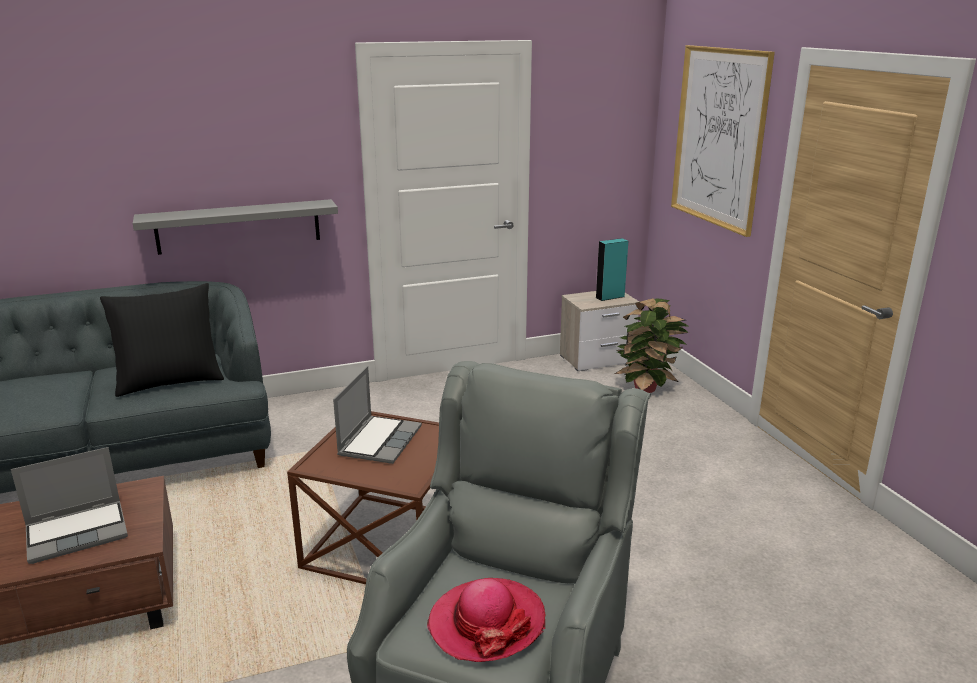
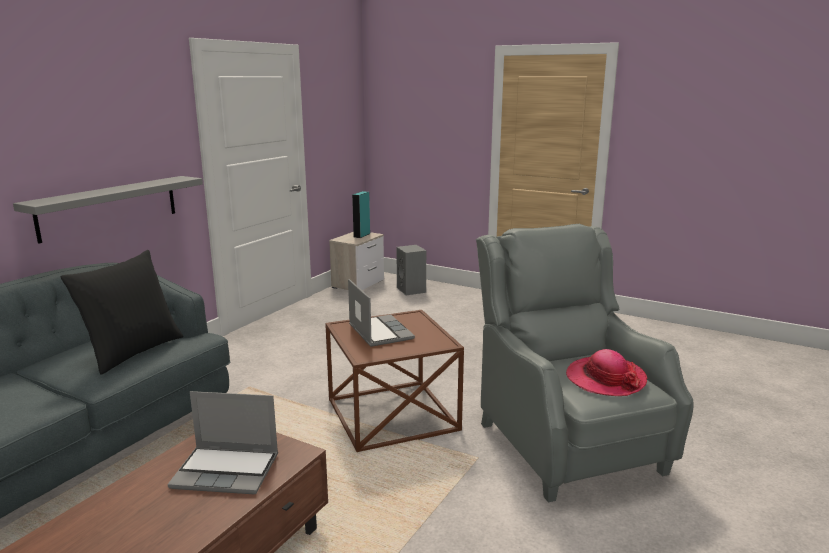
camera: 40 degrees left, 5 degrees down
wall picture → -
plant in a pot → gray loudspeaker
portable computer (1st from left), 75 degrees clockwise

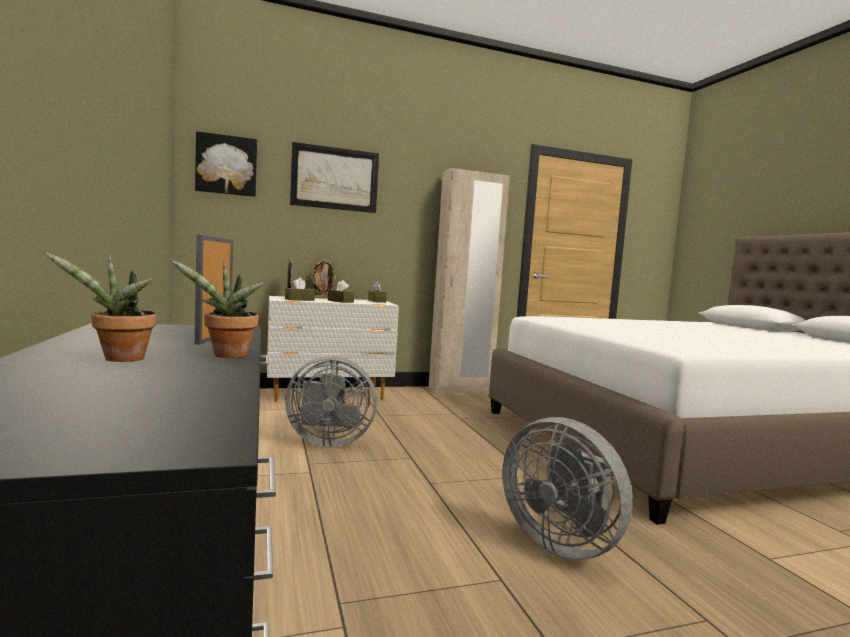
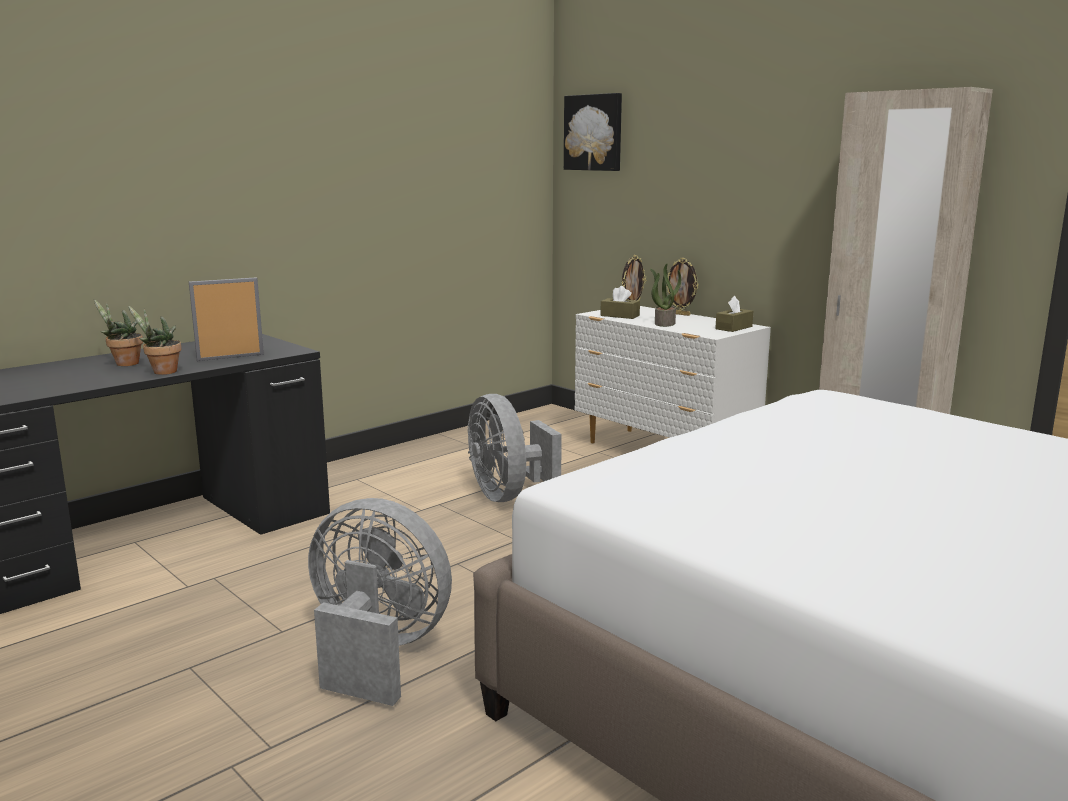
camera: 65 degrees right, 10 degrees up
wall picture (2nd from left) → -
brown-coloured box of tissues (2nd from left) → plant in a pot (3rd from left)
gray electric fan (2nd from left in the first image) → gray electric fan (1st from left), 90 degrees clockwise

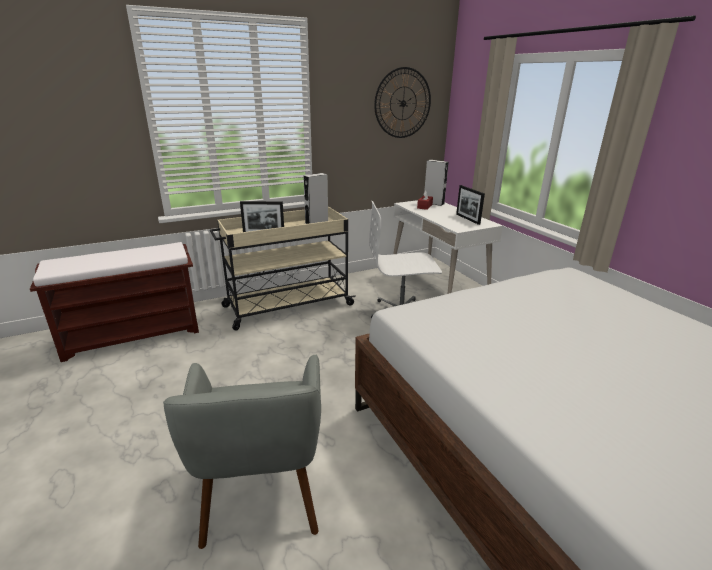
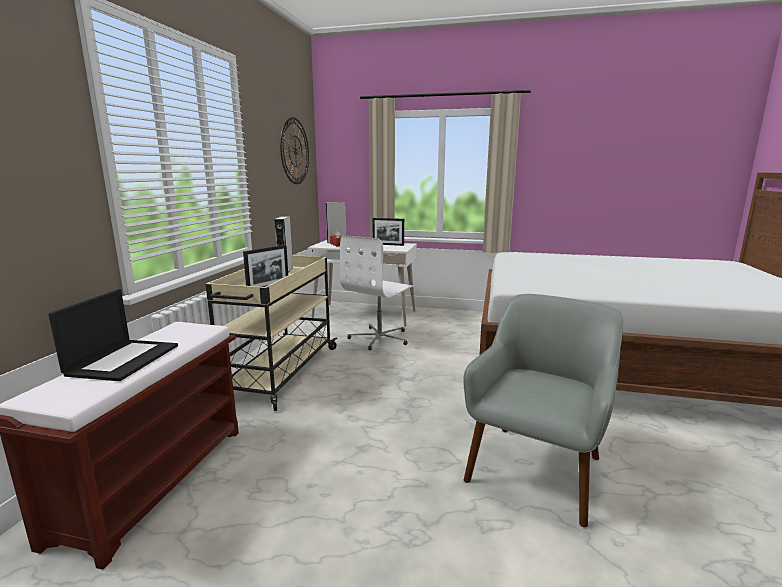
camera: 50 degrees left, 10 degrees down
- → portable computer
gray easy chair, 90 degrees counterclockwise

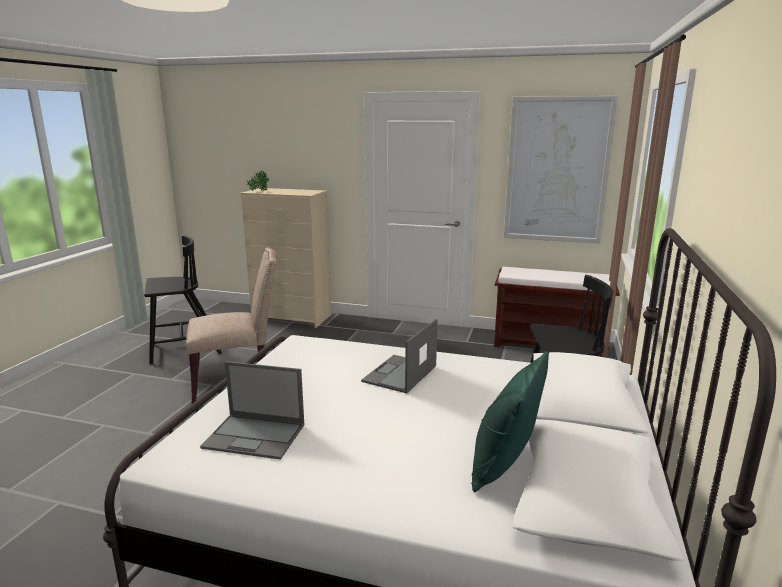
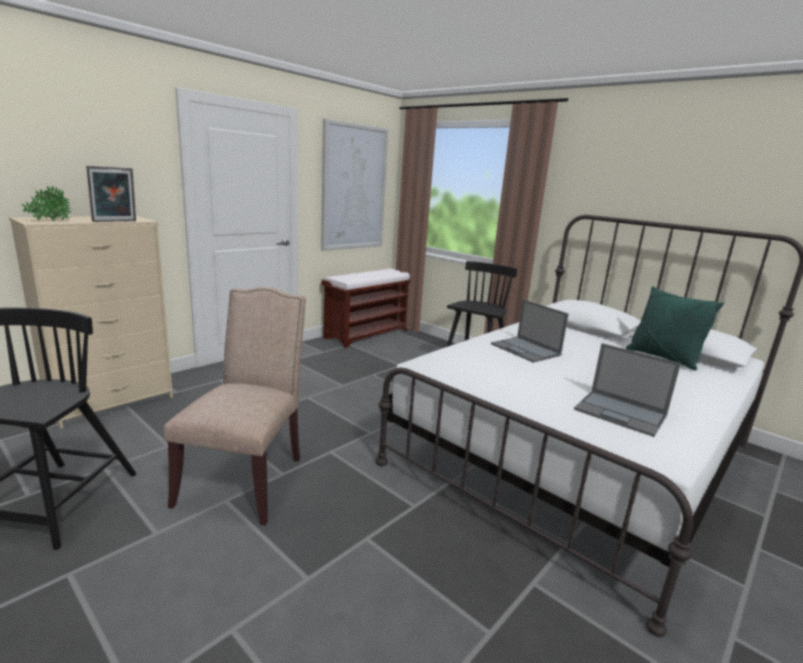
camera: 65 degrees left, 0 degrees up
- → standing frame
portable computer (1st from left in the first image) → portable computer (2nd from left), 90 degrees clockwise

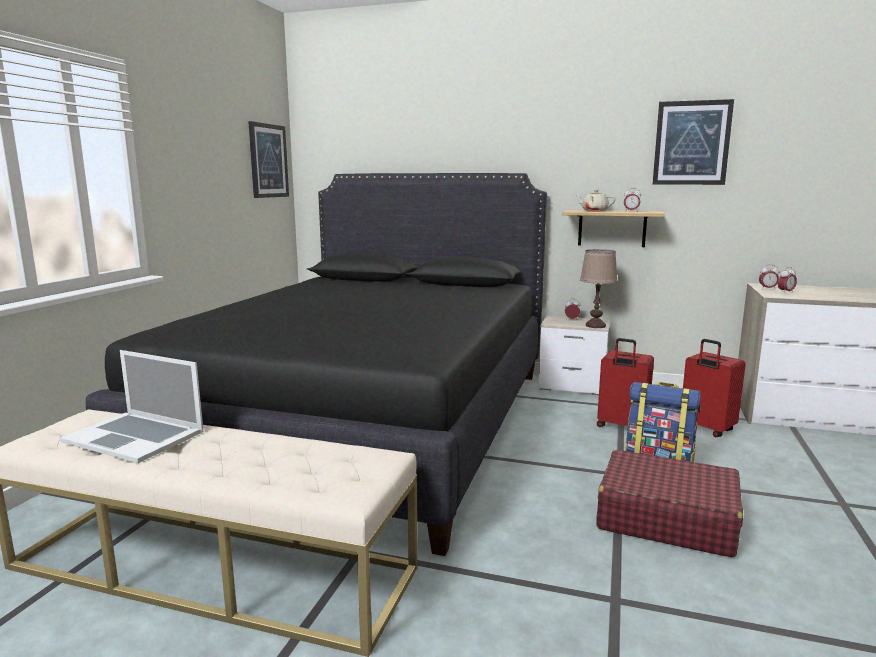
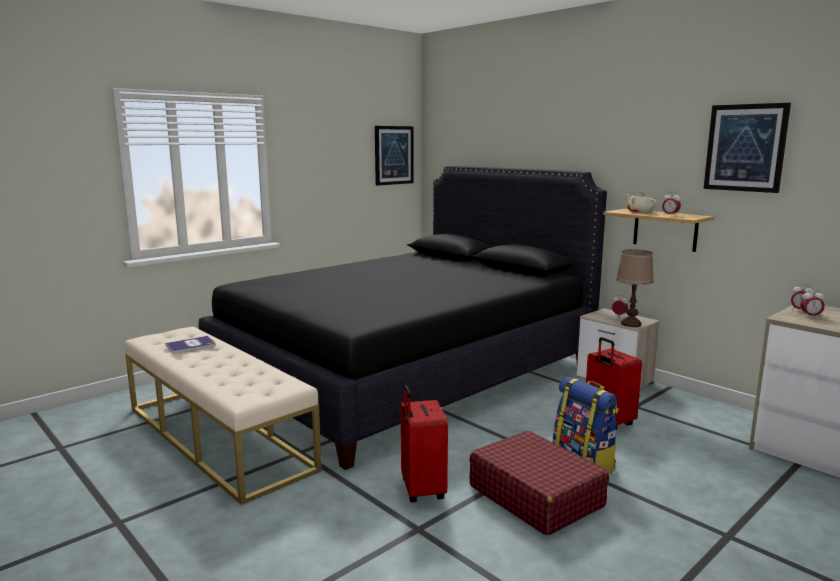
camera: 30 degrees right, 0 degrees up
red-coloured suitcase (3rd from left in the first image) → red-coloured suitcase (1st from left), move
portable computer → book

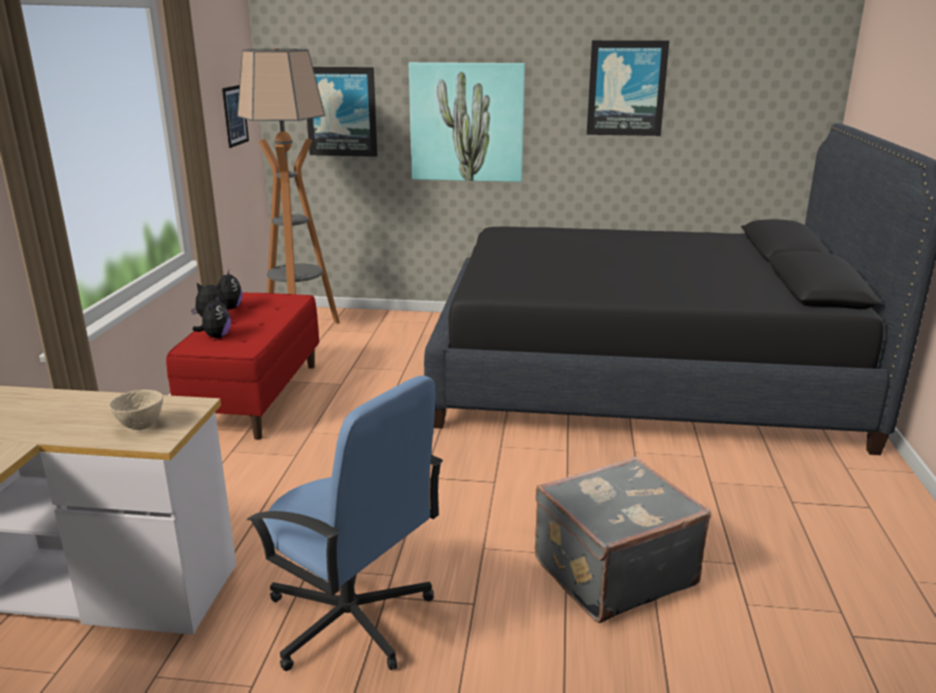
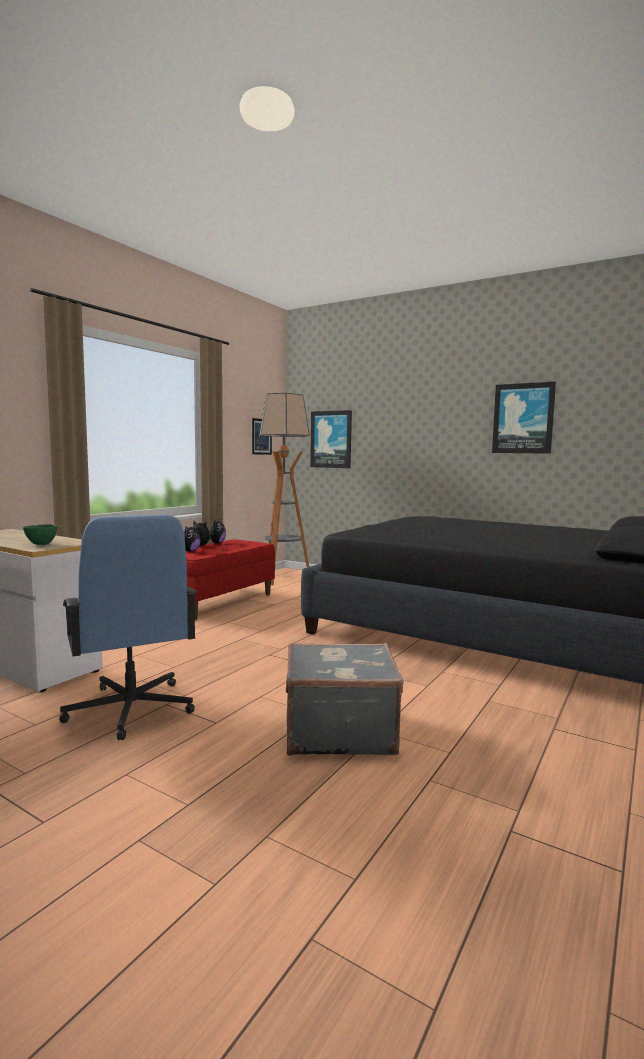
camera: 25 degrees right, 15 degrees down
wall picture (3rd from left) → -
sand-coloured serving bowl → greenish serving bowl

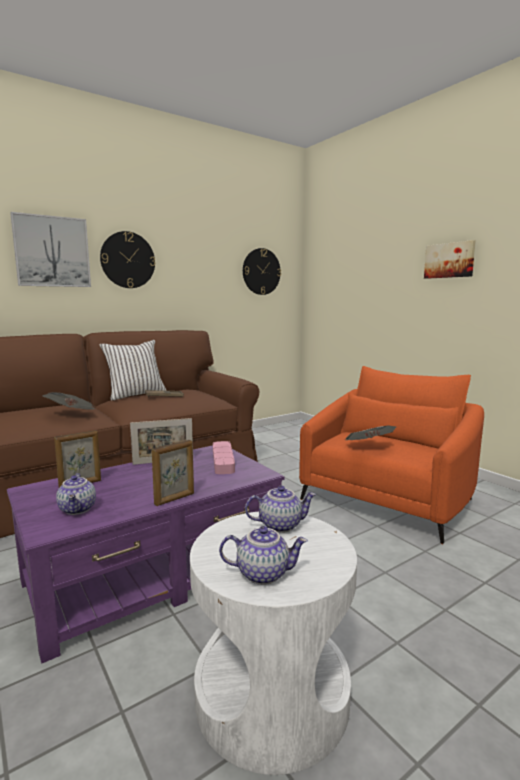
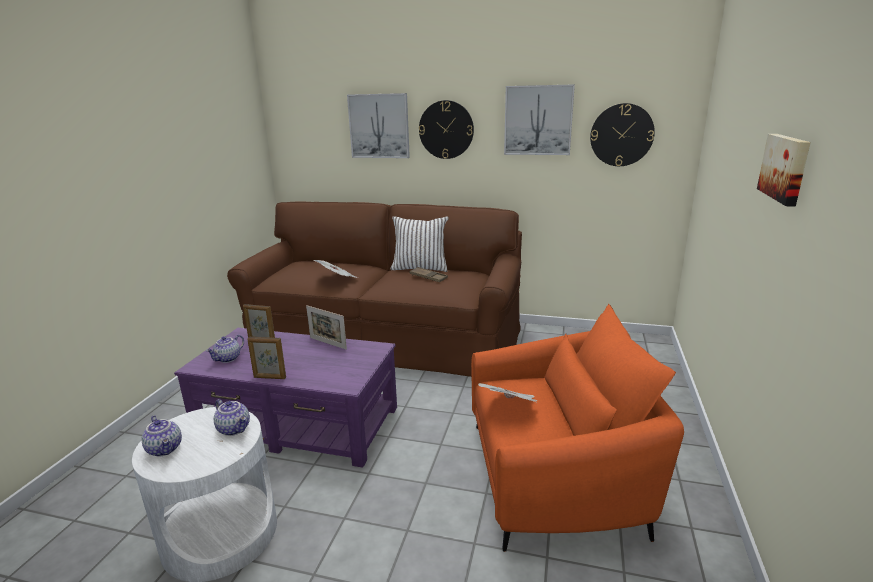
camera: 50 degrees right, 10 degrees up
pink tray → -
- → wall picture (2nd from left)

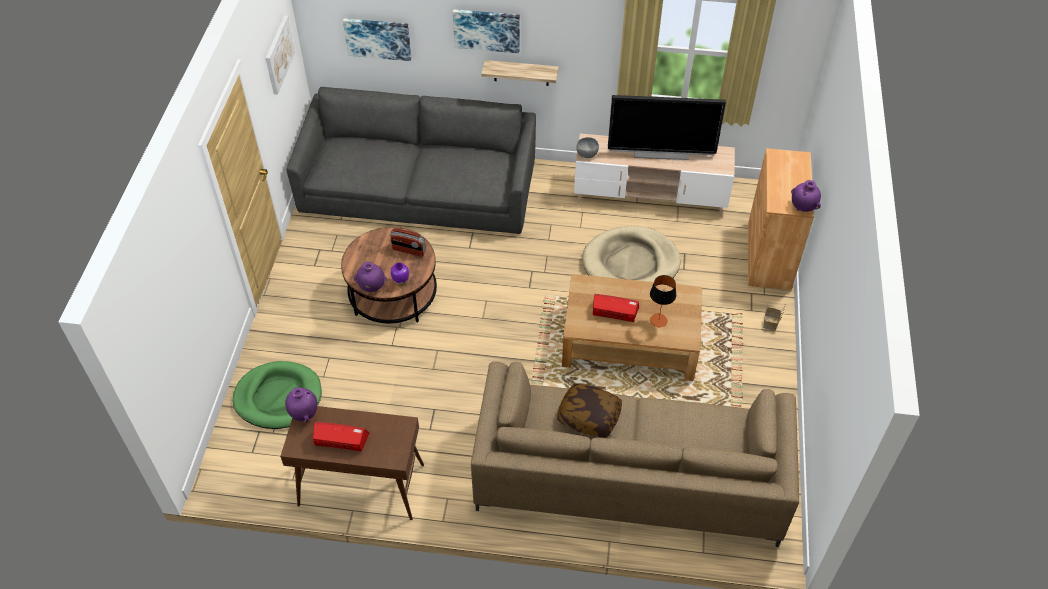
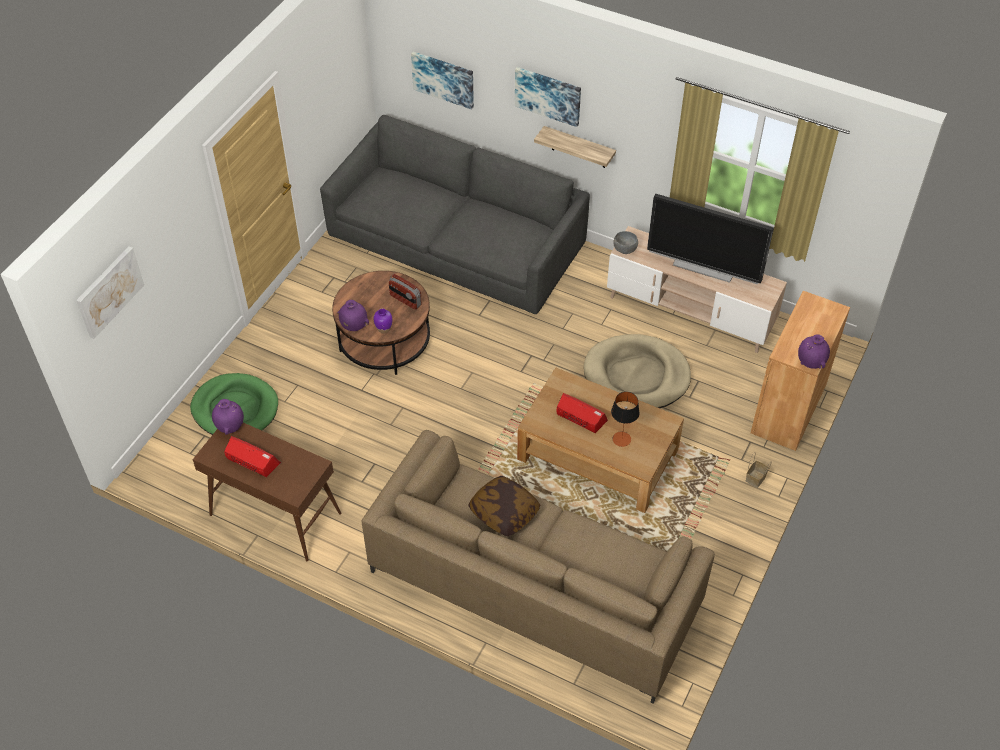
camera: 20 degrees right, 0 degrees up
wall picture (1st from left), move

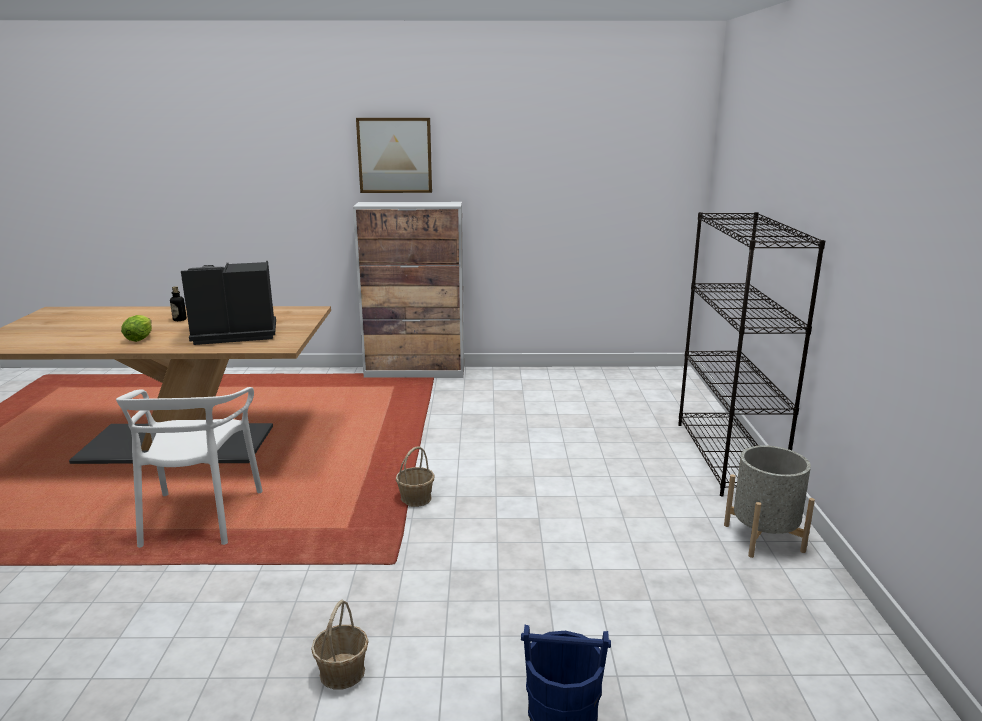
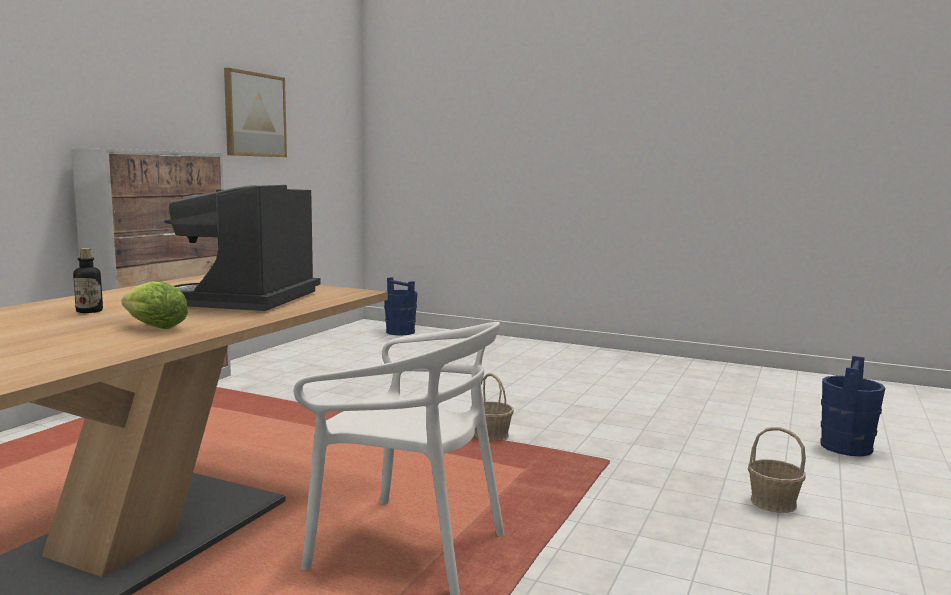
camera: 65 degrees left, 10 degrees down
black bookcase → -
gray flower pot → -
- → blue-coloured pail (1st from left)
wall picture, move

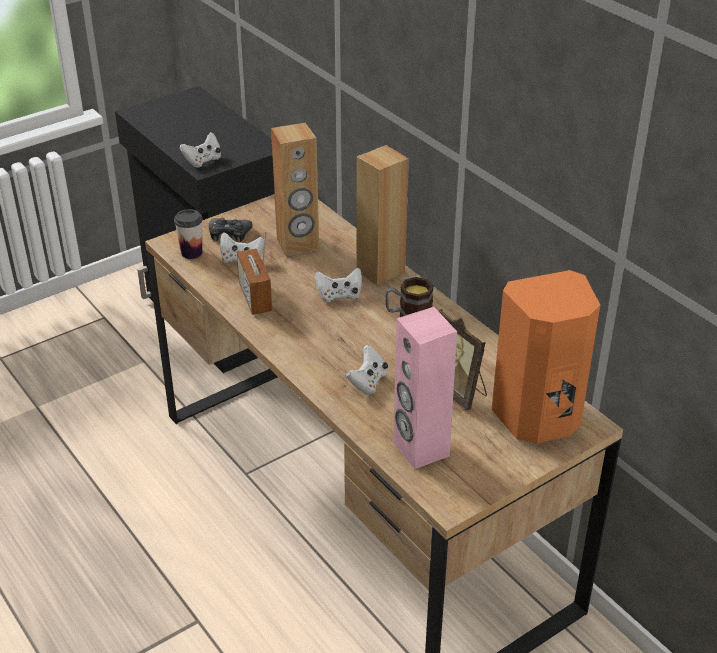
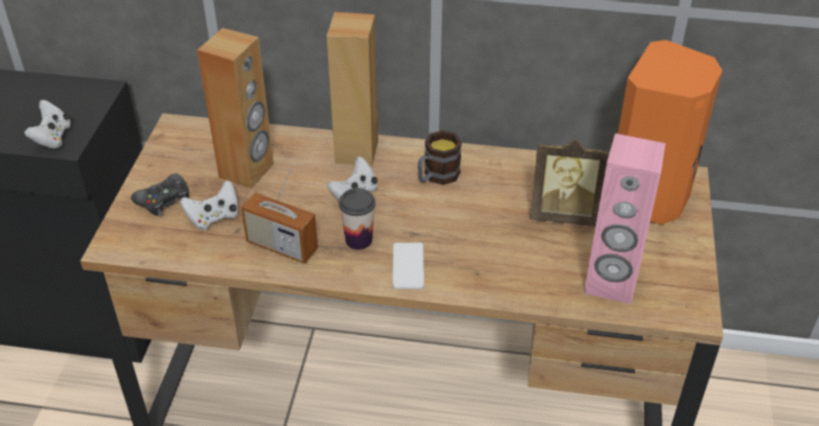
camera: 45 degrees left, 5 degrees up
whitish gamepad (4th from left) → -
- → phone
drinking cup, move

